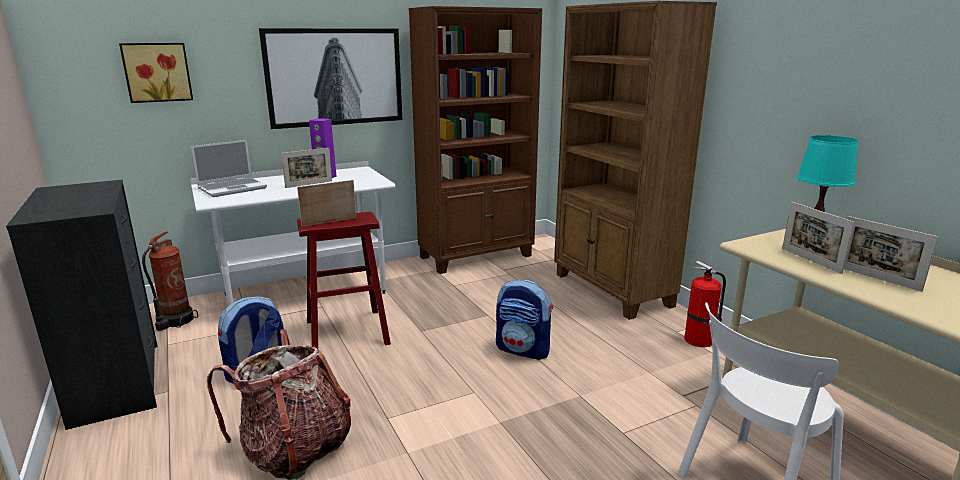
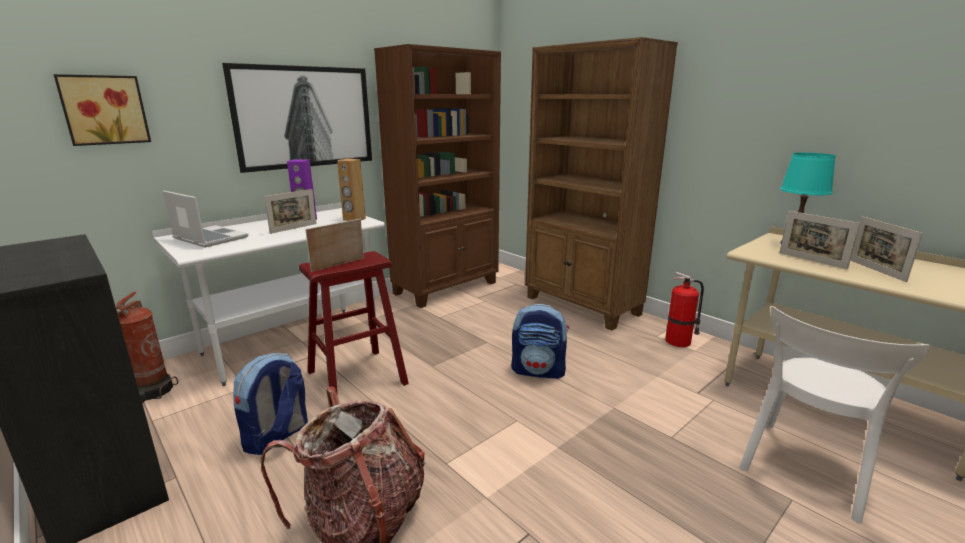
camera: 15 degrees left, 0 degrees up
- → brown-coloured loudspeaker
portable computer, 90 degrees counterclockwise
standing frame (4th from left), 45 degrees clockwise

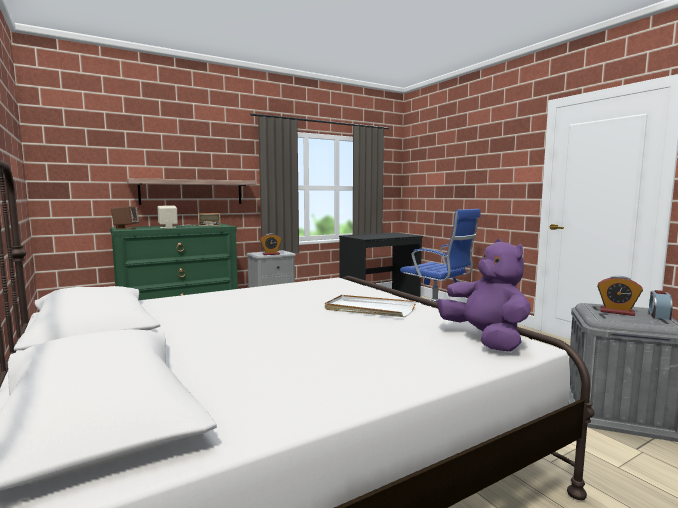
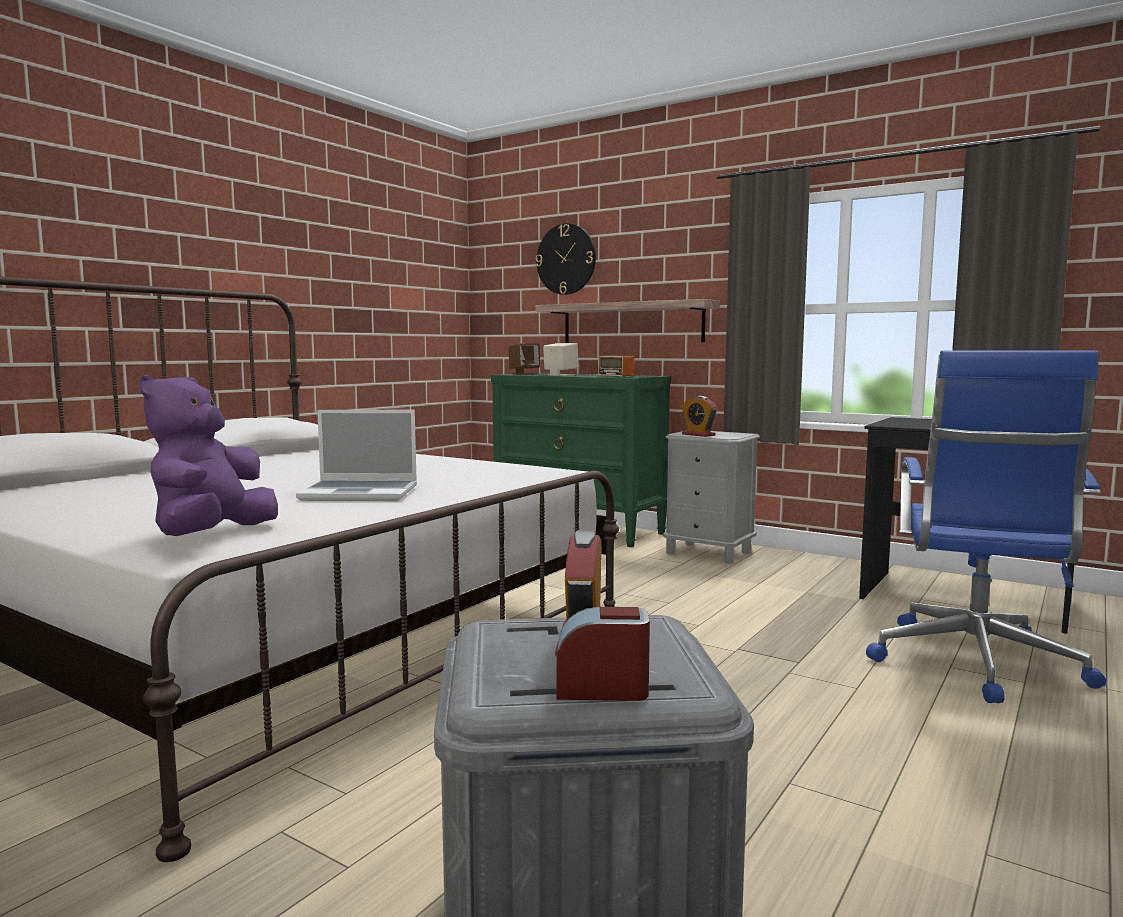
camera: 65 degrees right, 0 degrees up
- → hanging clock
whitish tray → portable computer
purplish soft toy, 150 degrees clockwise

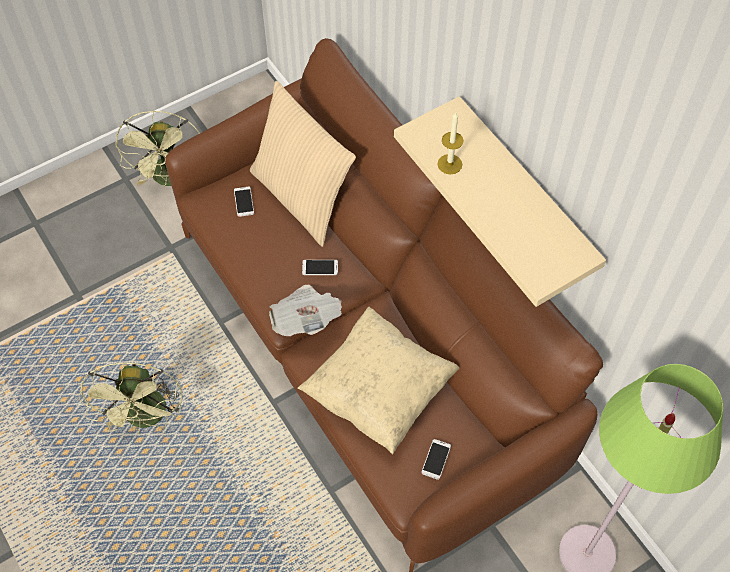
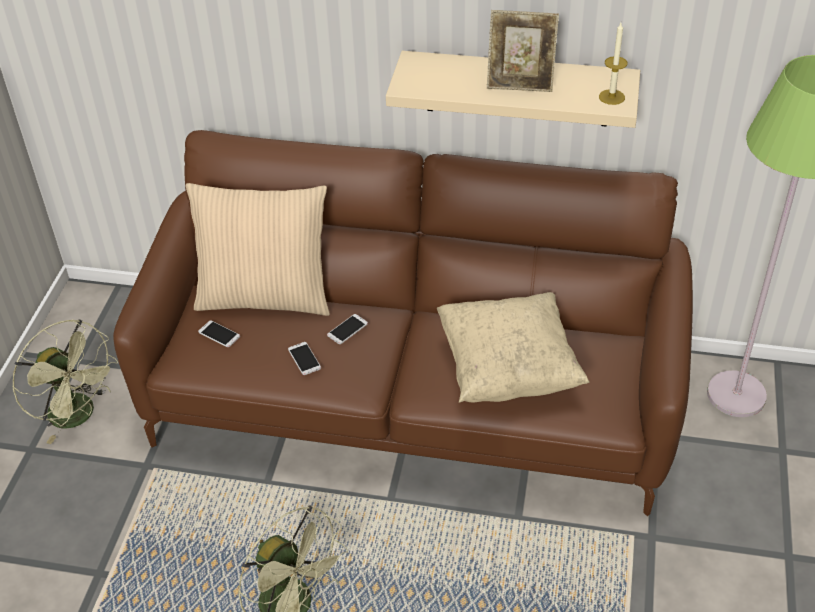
camera: 45 degrees left, 15 degrees down
printed paper → -
- → standing frame
phone (3rd from left in the first image) → phone (2nd from left), move
wax candle, move

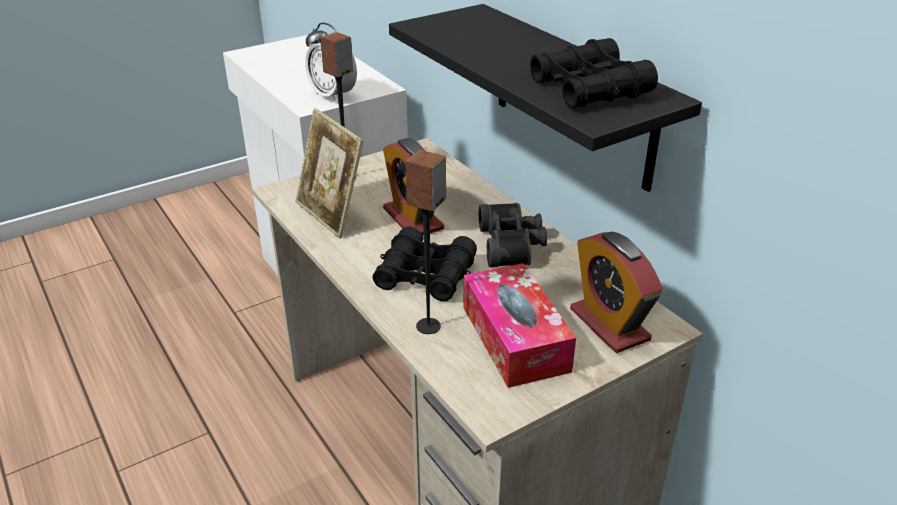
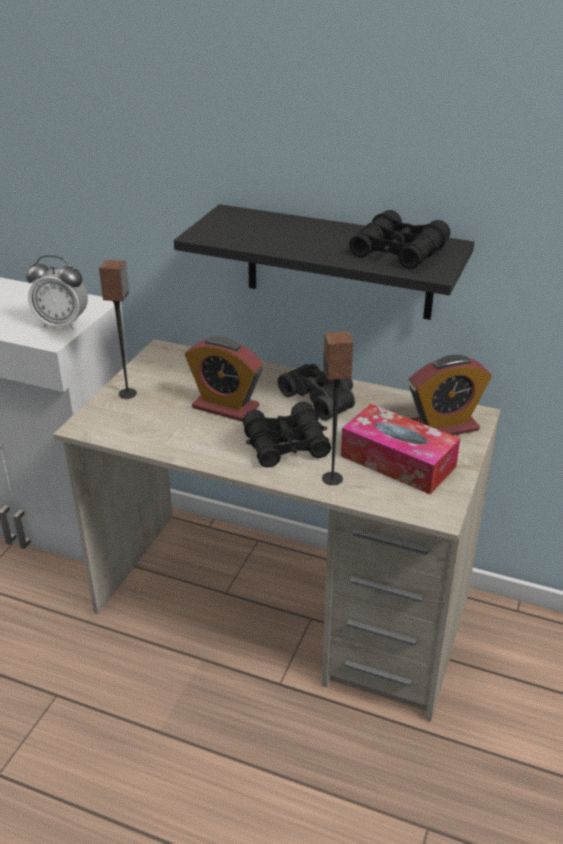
camera: 35 degrees left, 0 degrees up
standing frame → -
table clock (3rd from left), 45 degrees counterclockwise

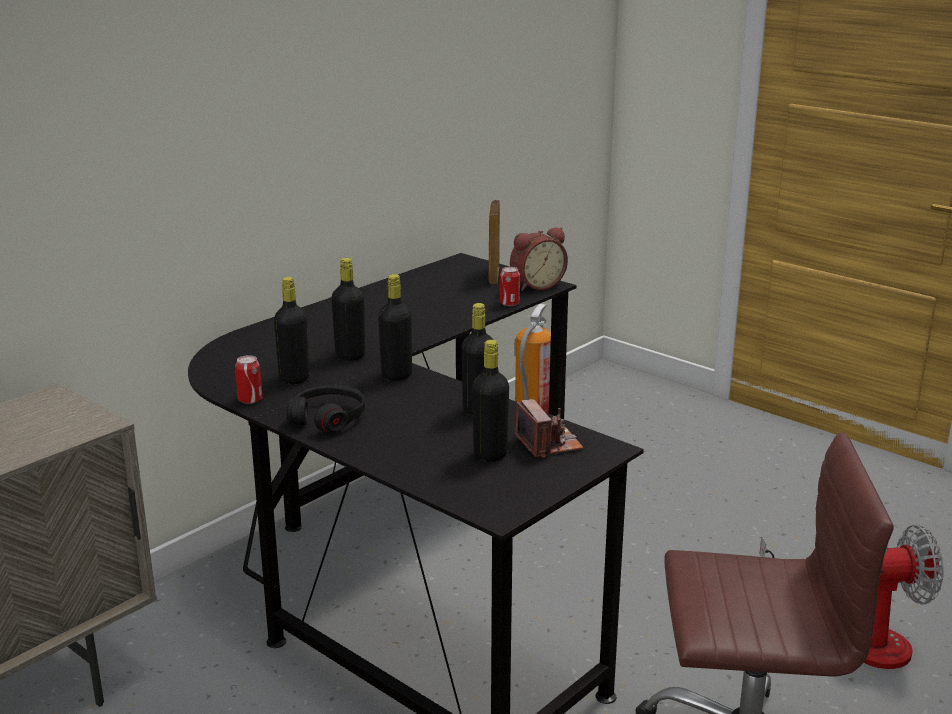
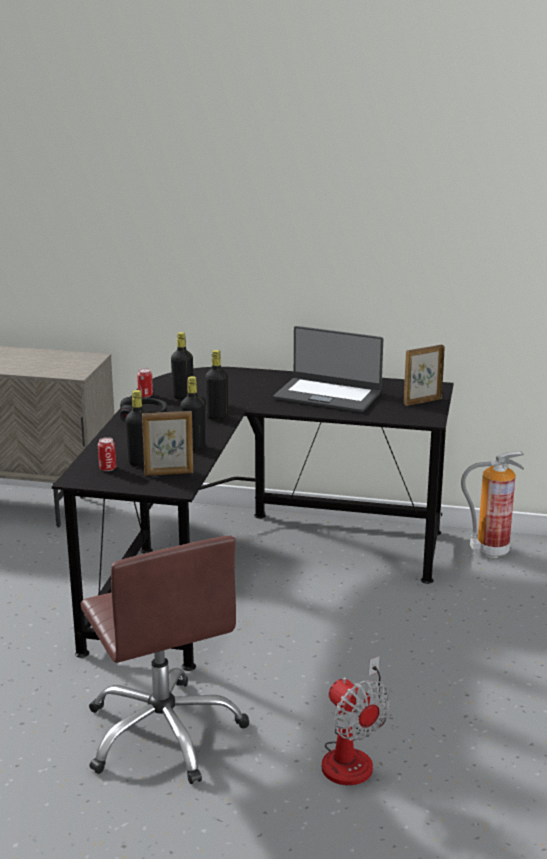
camera: 60 degrees right, 0 degrees up
black beverage bottle (2nd from left) → -
table clock → -
- → portable computer
can (2nd from left in the first image) → can (1st from left), move
photo camera → standing frame (1st from left)

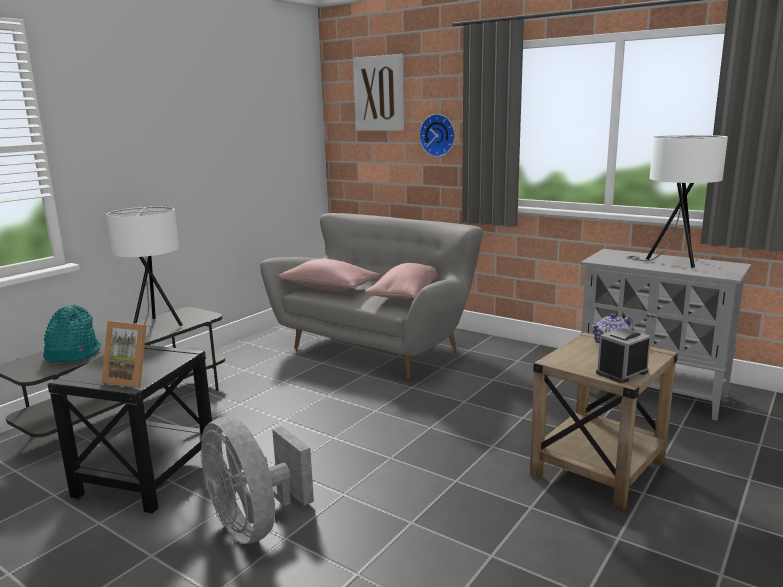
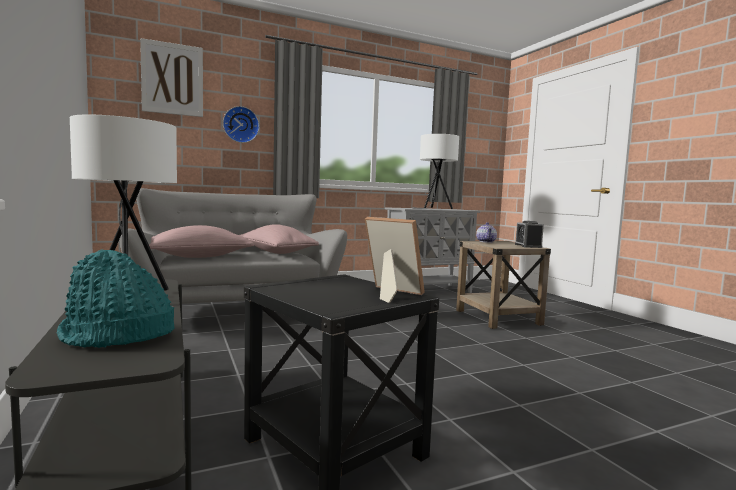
camera: 60 degrees left, 10 degrees down
gray electric fan → -
standing frame, 105 degrees counterclockwise

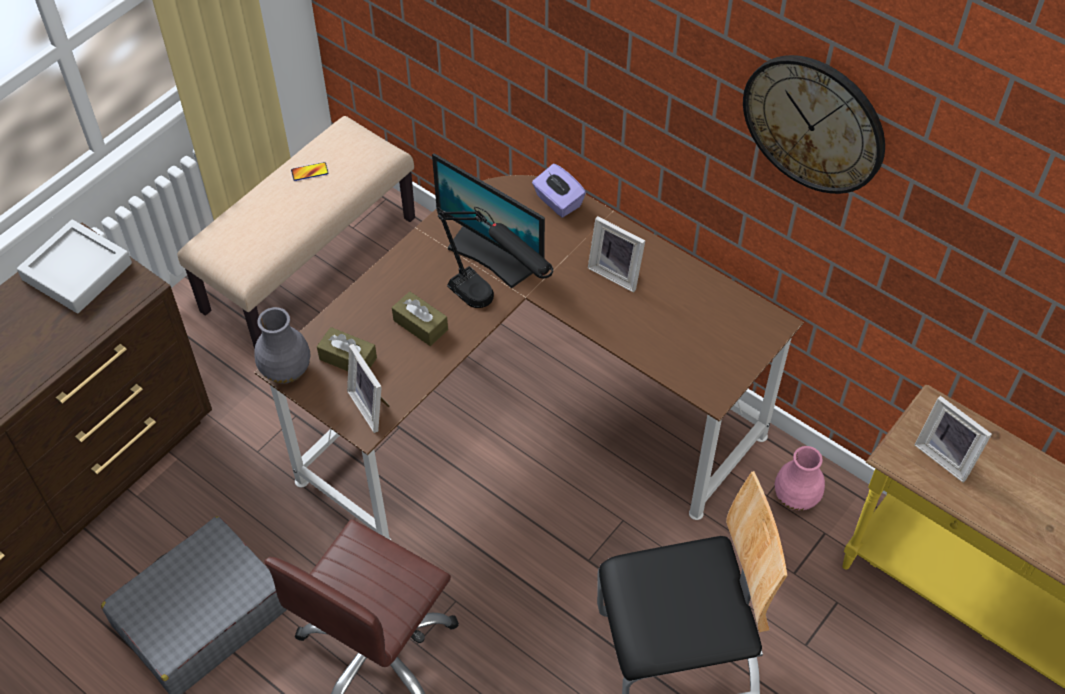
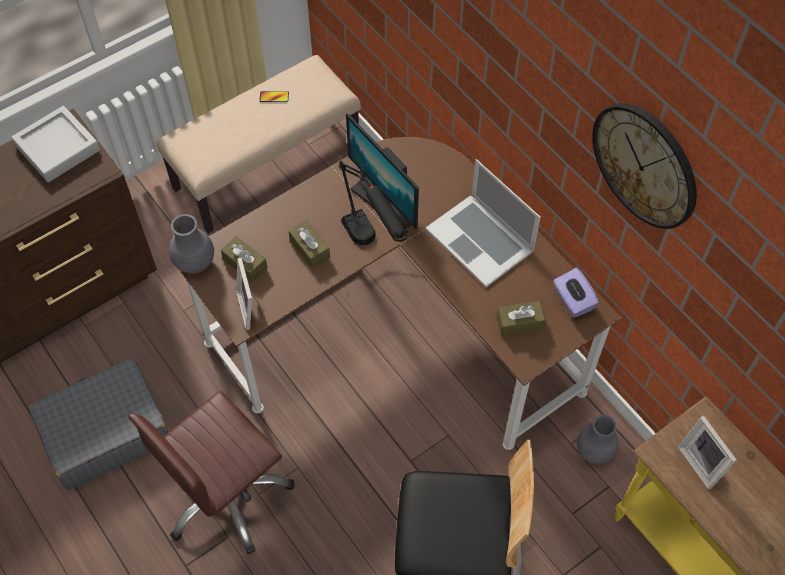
camera: 15 degrees right, 5 degrees up
- → brown-coloured box of tissues (3rd from left)
purplish box of tissues, move
standing frame (2nd from left) → portable computer
pink flower vase → gray flower vase (2nd from left)

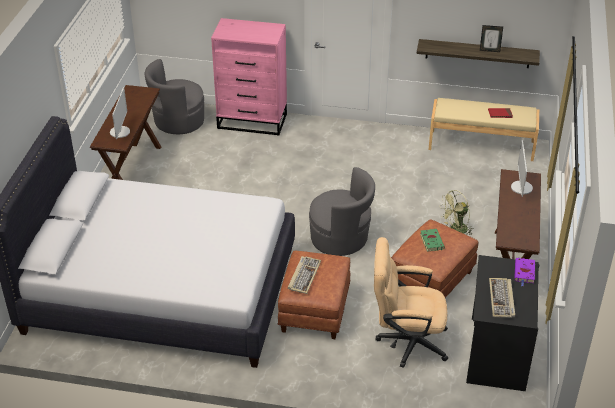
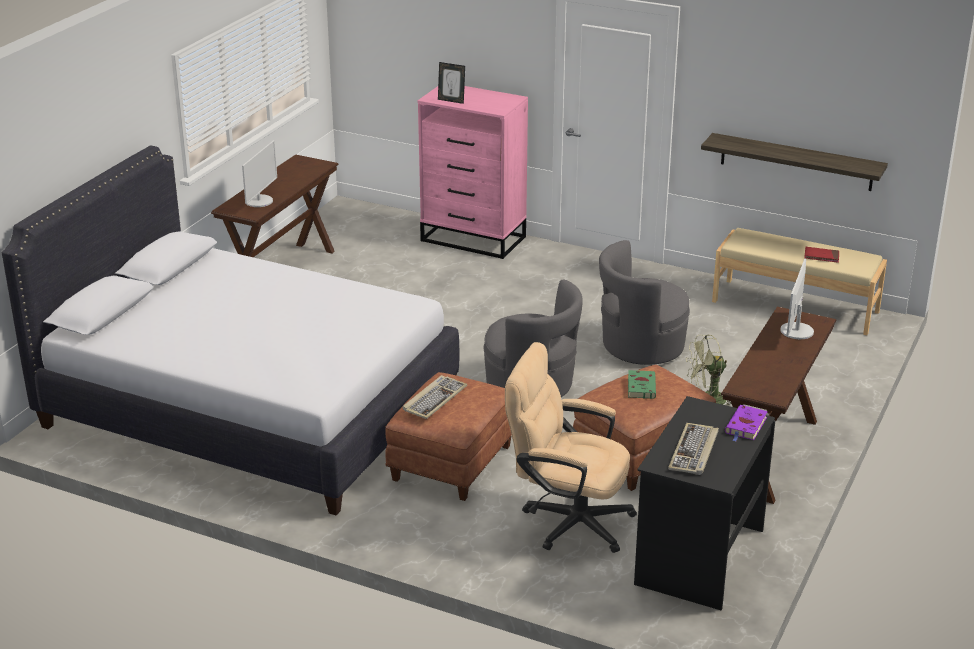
camera: 15 degrees right, 10 degrees down
gray easy chair (1st from left in the first image) → gray easy chair (2nd from left), move
standing frame, move

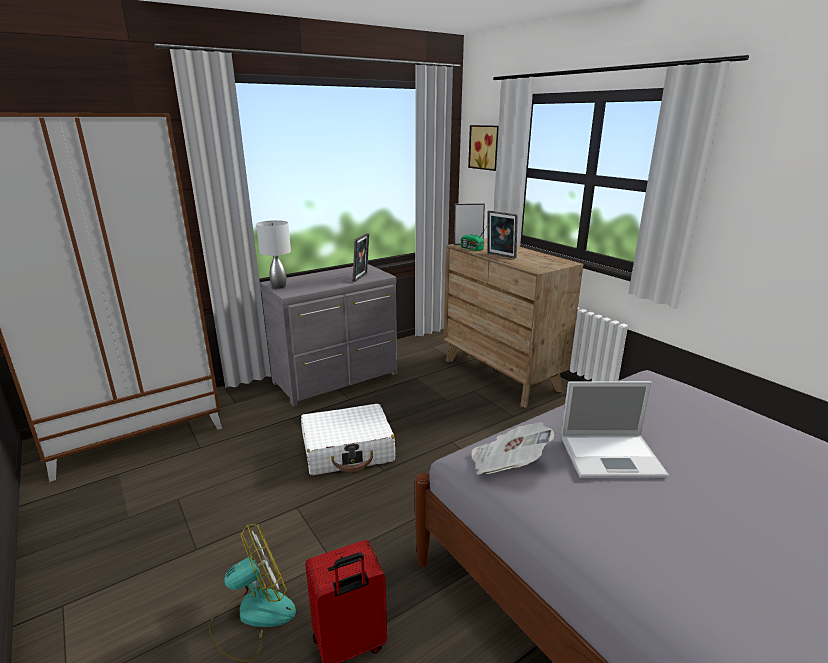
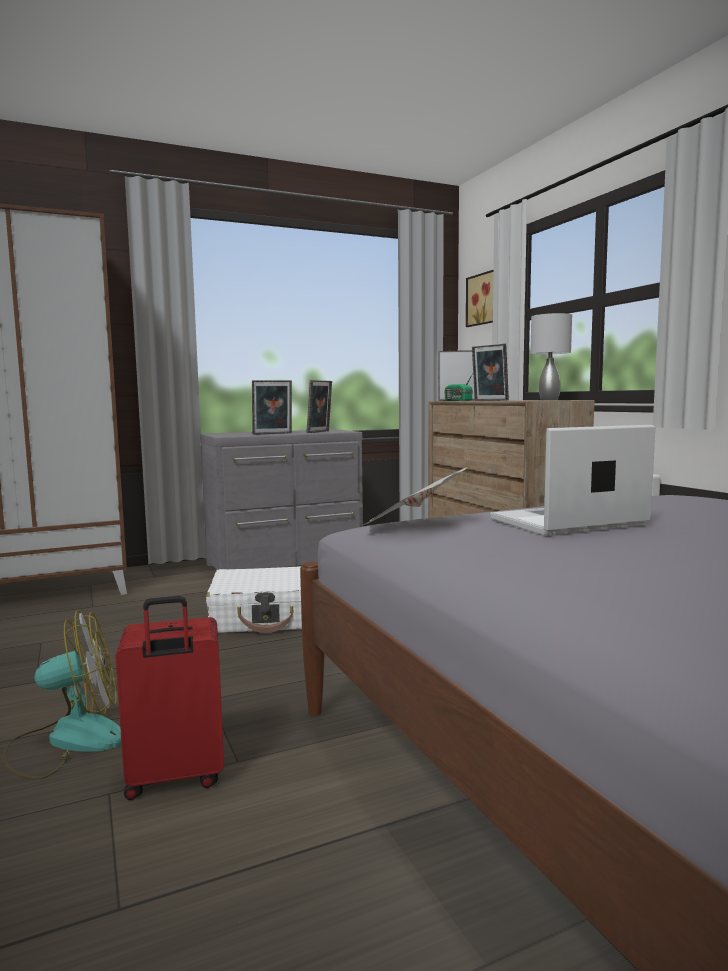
camera: 10 degrees right, 15 degrees down
- → standing frame (1st from left)
gray tabletop lamp, move
portable computer, 150 degrees clockwise

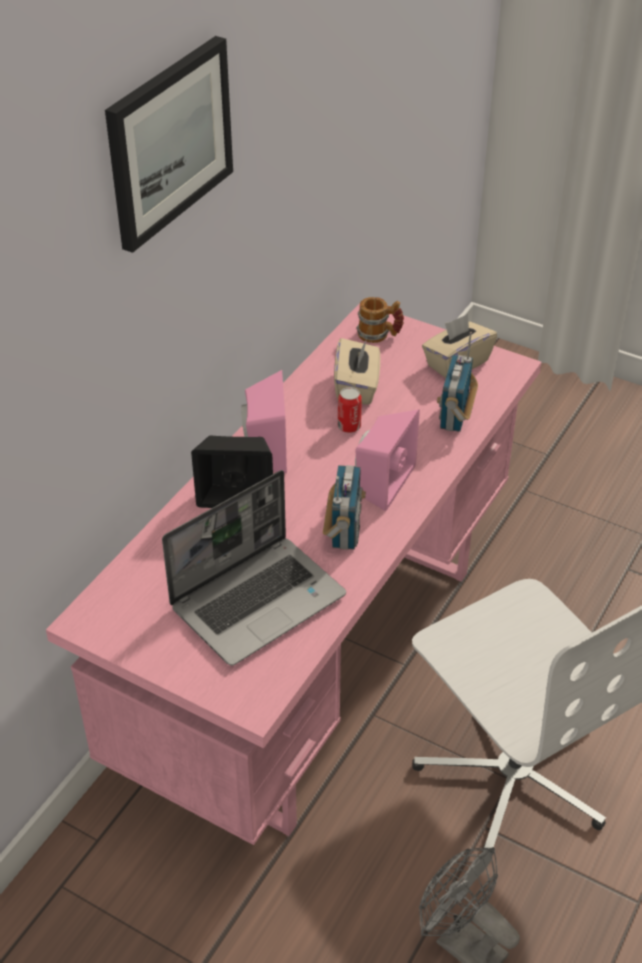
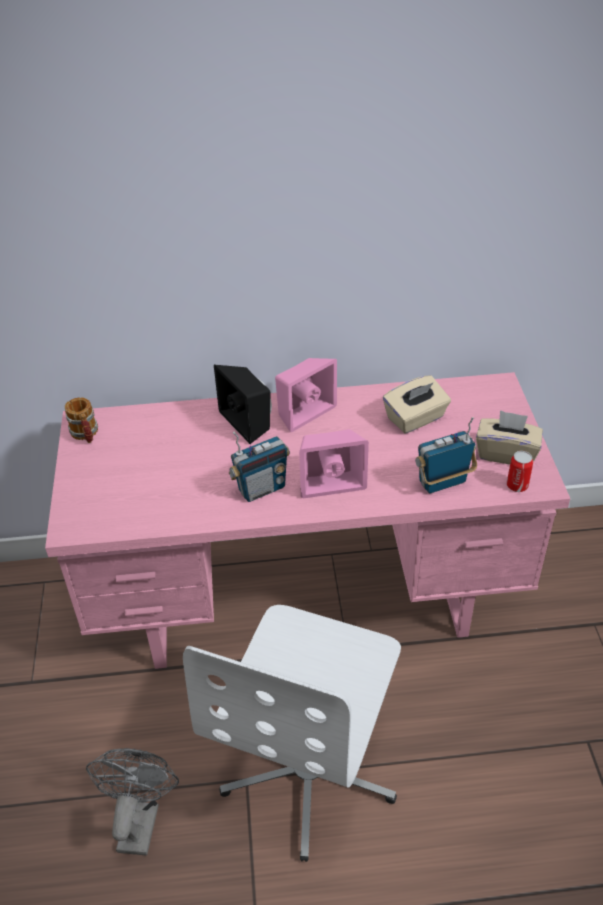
camera: 55 degrees right, 0 degrees up
wall picture → -
portable computer → -
can, move
coffee mug, move

